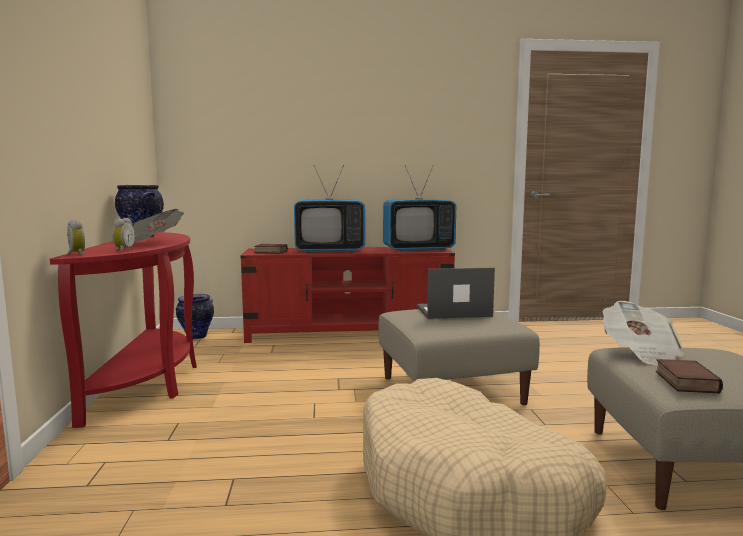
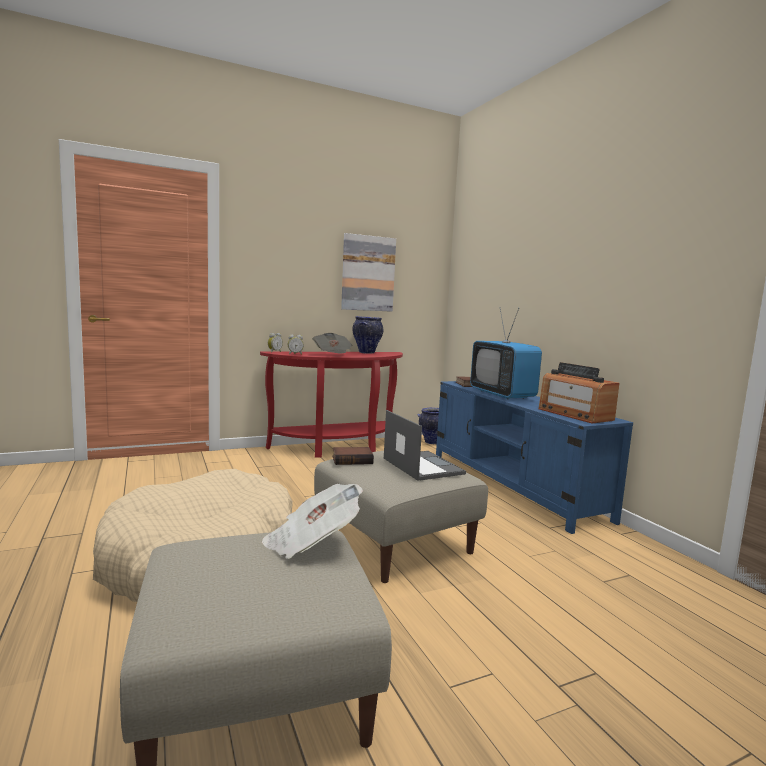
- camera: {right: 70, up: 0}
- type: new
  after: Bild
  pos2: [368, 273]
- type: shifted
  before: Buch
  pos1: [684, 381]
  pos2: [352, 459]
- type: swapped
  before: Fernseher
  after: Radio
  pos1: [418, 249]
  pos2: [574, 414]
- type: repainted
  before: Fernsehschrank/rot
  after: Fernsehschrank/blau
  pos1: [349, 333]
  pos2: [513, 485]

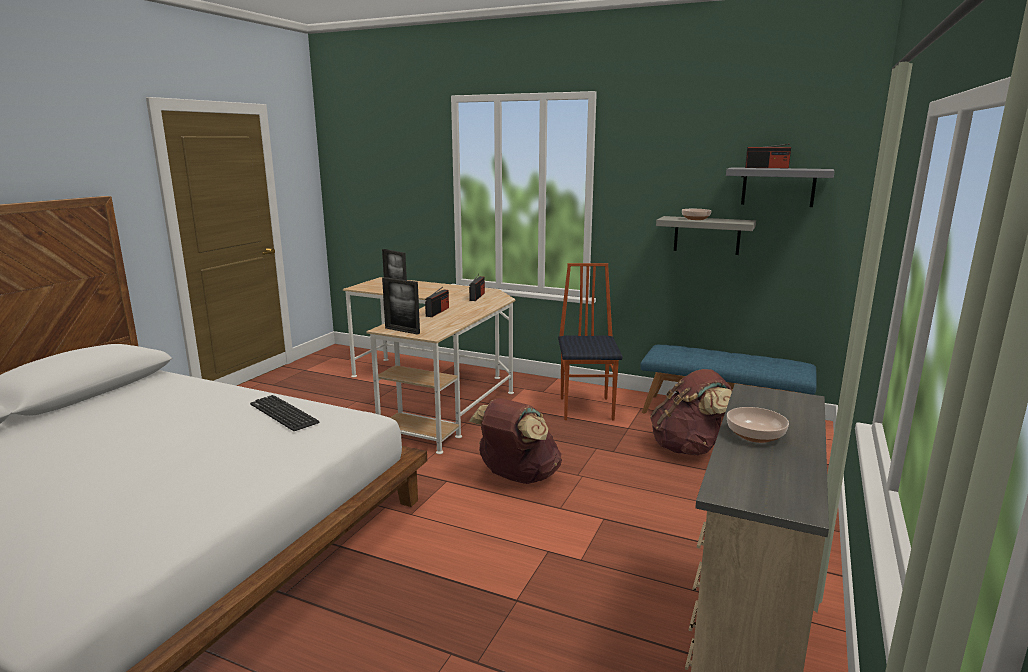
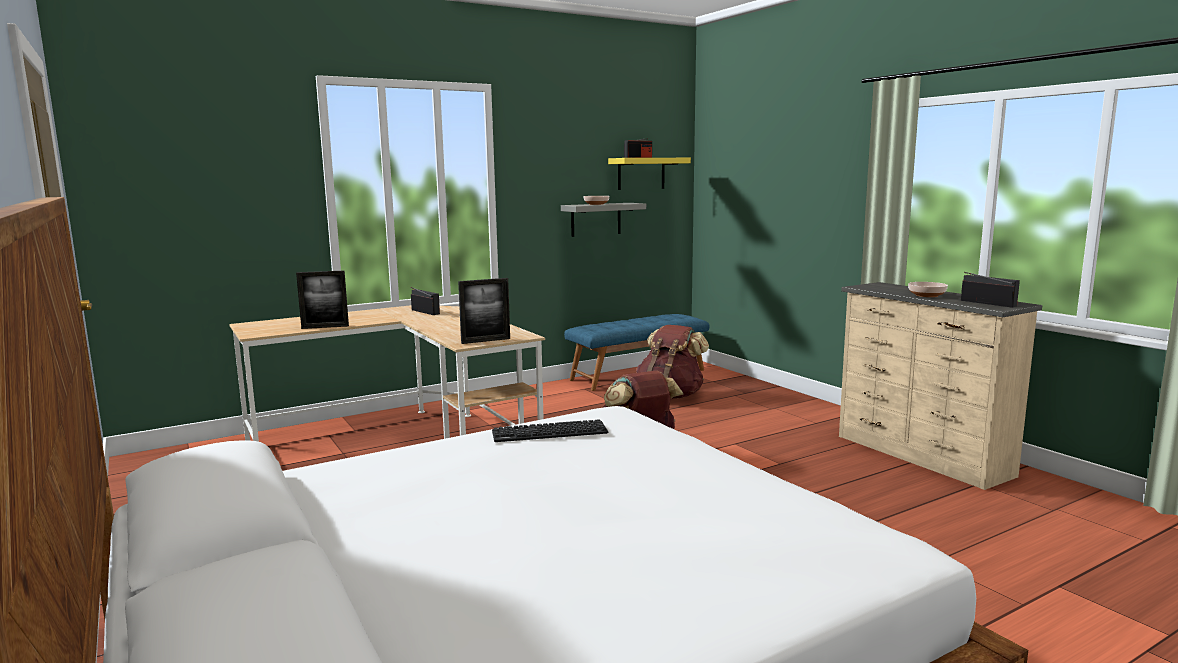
- camera: {right: -55, up: -5}
- type: gone
  before: Stuhl
  pos1: [587, 408]
- type: shifted
  before: Radio
  pos1: [437, 312]
  pos2: [987, 303]
- type: repainted
  before: Wandregal/grau
  after: Wandregal/gelb
  pos1: [778, 187]
  pos2: [641, 173]

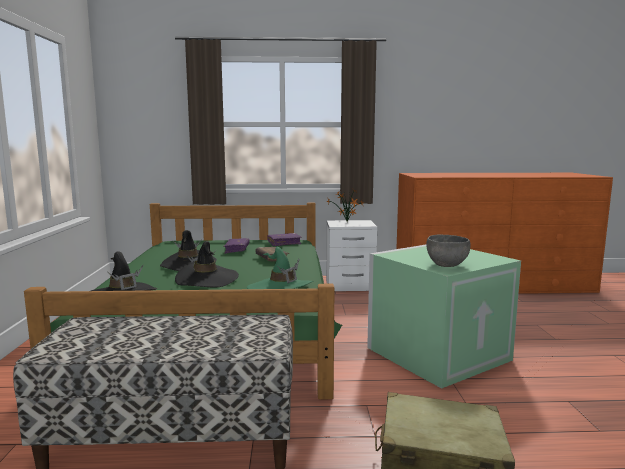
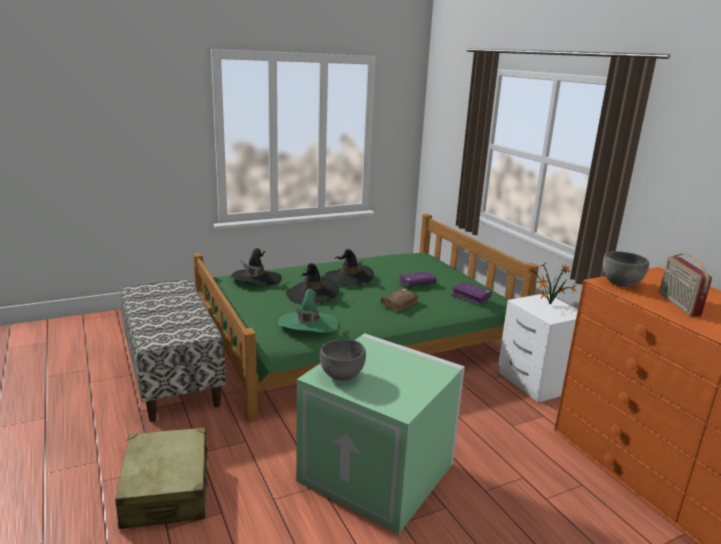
- camera: {right: 65, up: 10}
- type: new
  after: Schüssel/grau
  pos2: [620, 284]
- type: new
  after: Radio
  pos2: [678, 304]

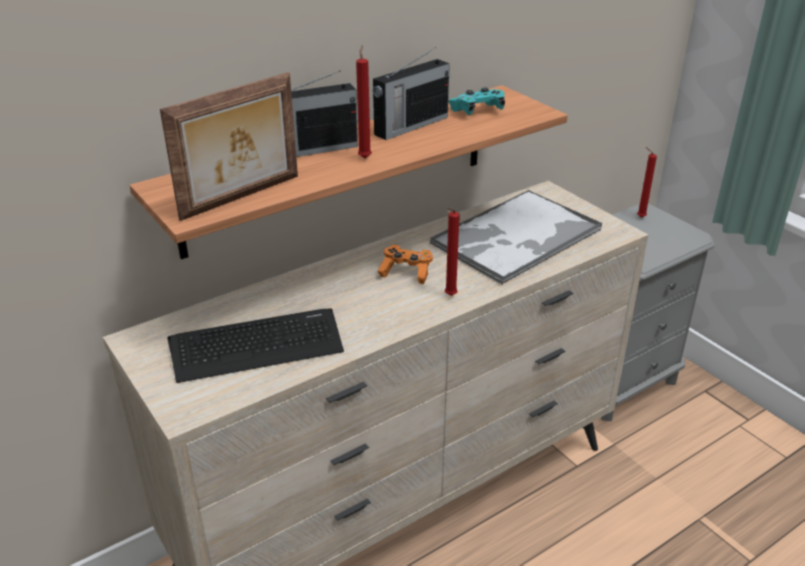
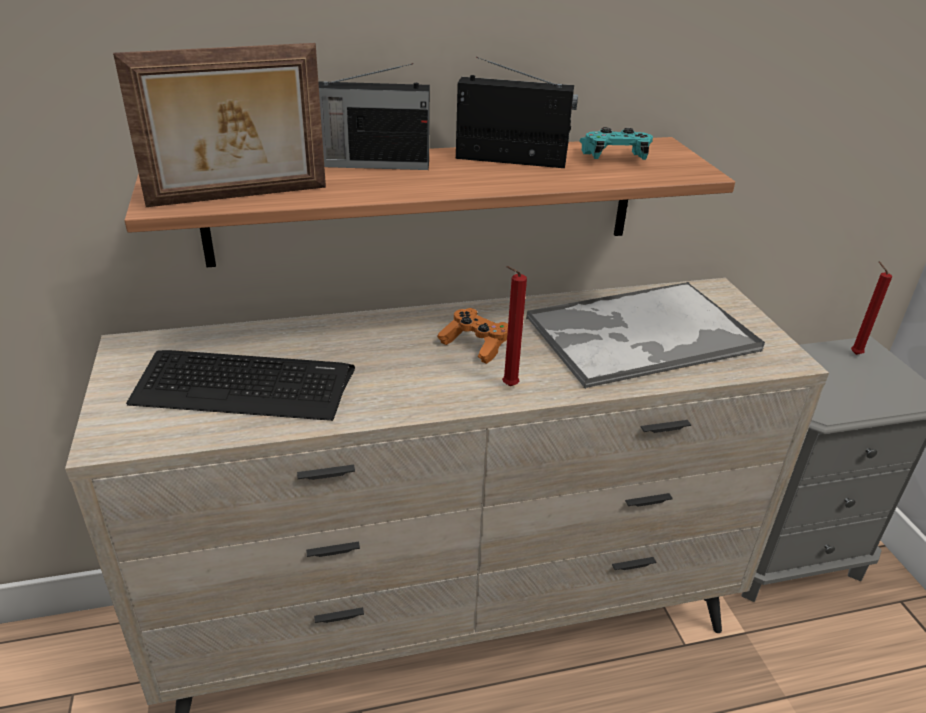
- camera: {right: 20, up: 0}
- type: gone
  before: Kerze/rot
  pos1: [365, 157]
- type: rotated
  before: Radio
  pos1: [410, 126]
  pos2: [513, 160]
  turn: -150

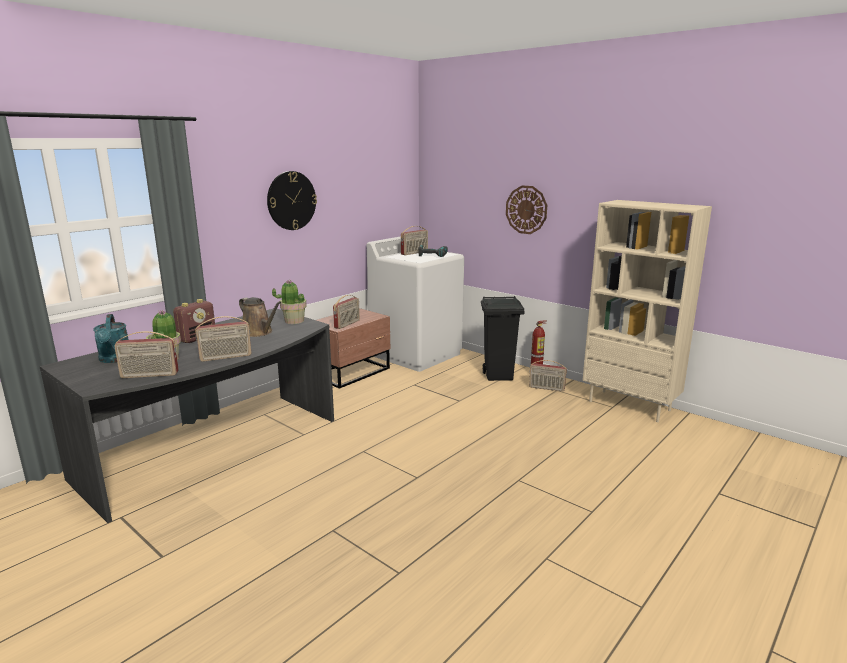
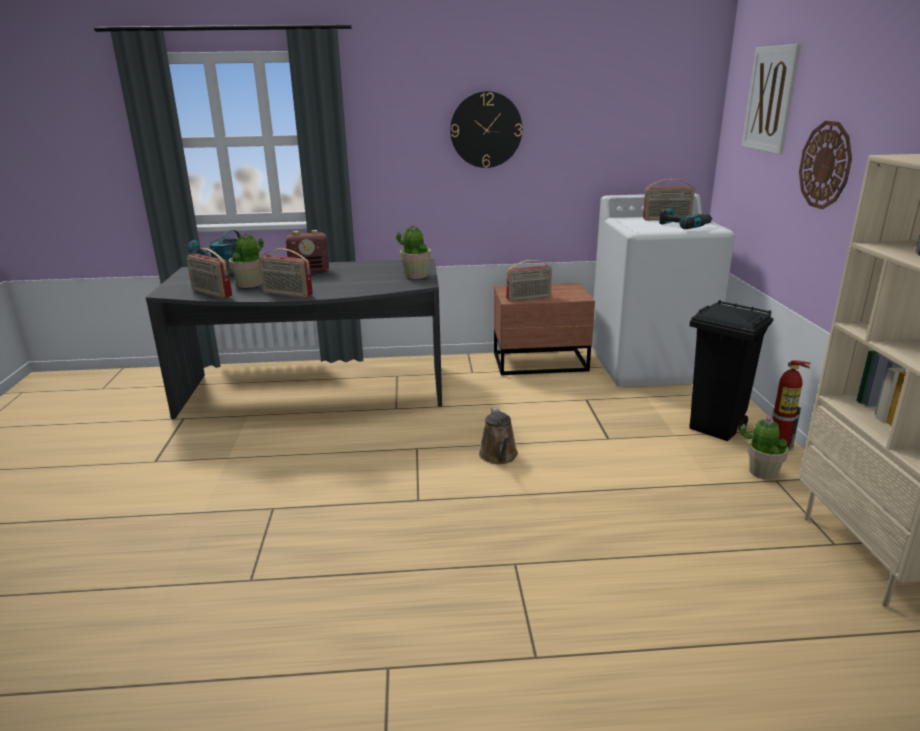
- camera: {right: 45, up: 5}
- type: new
  after: Bild
  pos2: [770, 99]
- type: shifted
  before: Gießkanne/braun
  pos1: [259, 332]
  pos2: [499, 456]
- type: swapped
  before: Radio
  after: Topfpflanze
  pos1: [546, 388]
  pos2: [762, 472]

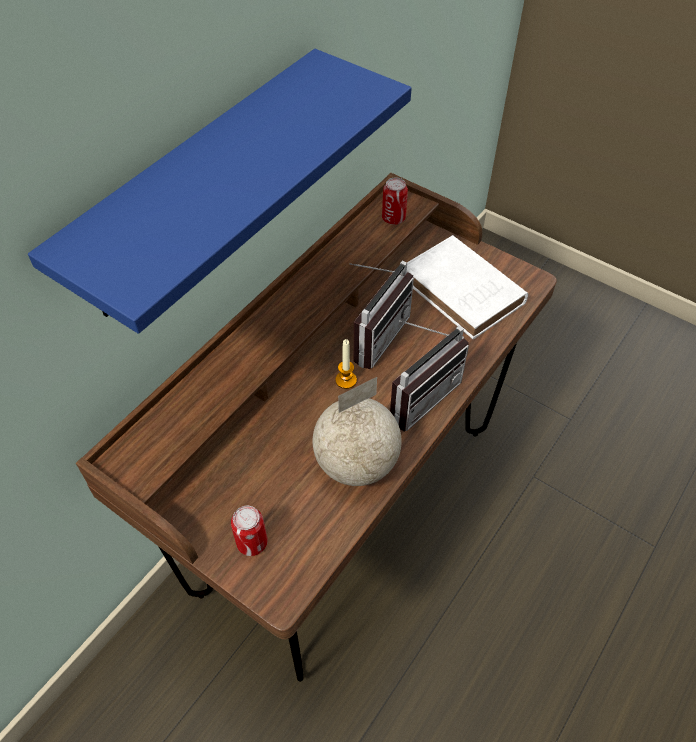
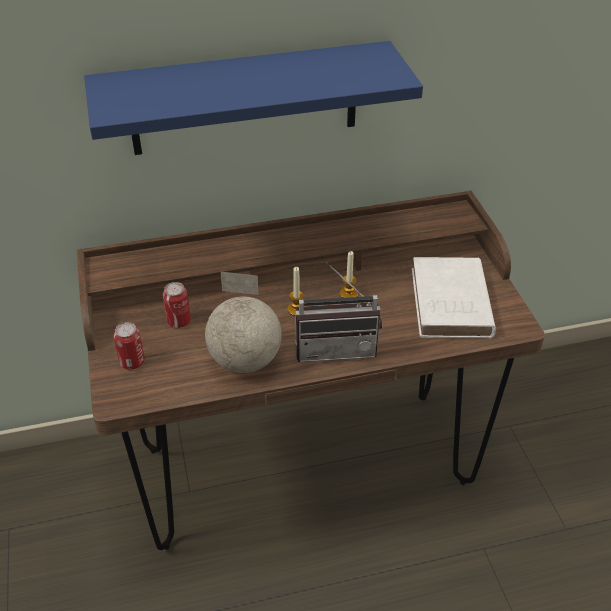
- camera: {right: 40, up: -10}
- type: shifted
  before: Dose
  pos1: [393, 218]
  pos2: [179, 321]
- type: swapped
  before: Radio
  after: Kerze
  pos1: [373, 335]
  pos2: [348, 294]

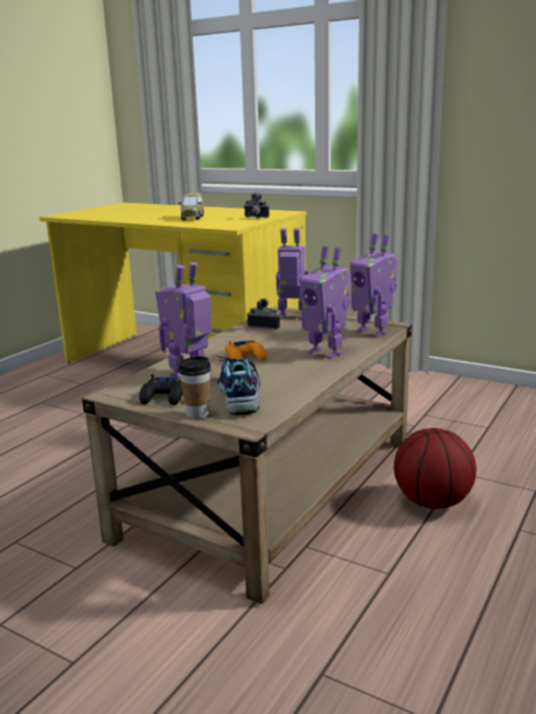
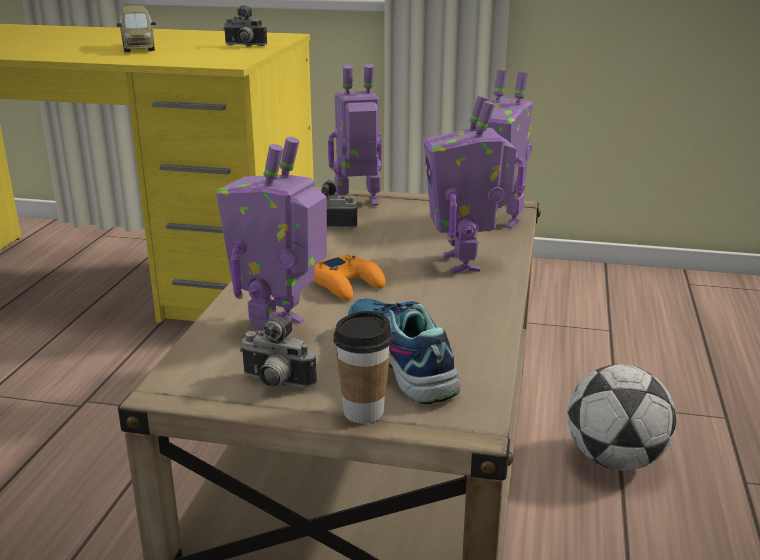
- camera: {right: -20, up: 5}
- type: swapped
  before: Gamepad/schwarz
  after: Kamera
  pos1: [164, 397]
  pos2: [276, 383]
- type: swapped
  before: Basketball
  after: Fußball
  pos1: [433, 502]
  pos2: [615, 459]
- type: rotated
  before: Spielzeugroboter
  pos1: [326, 352]
  pos2: [464, 263]
  turn: 60

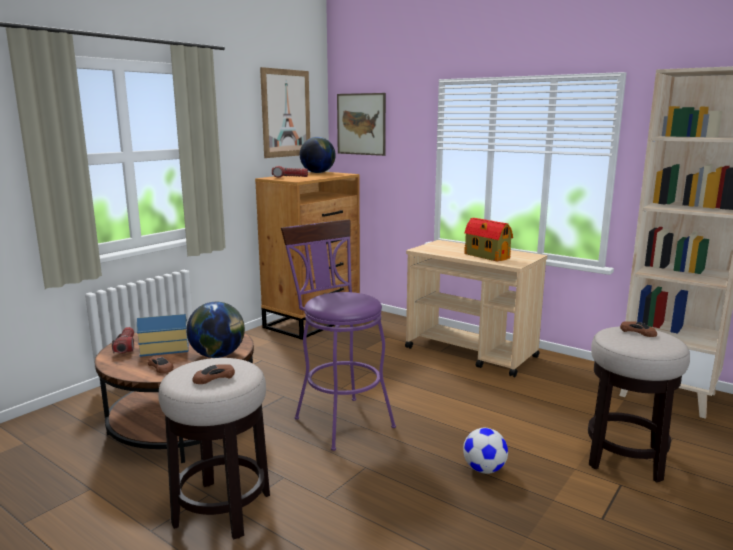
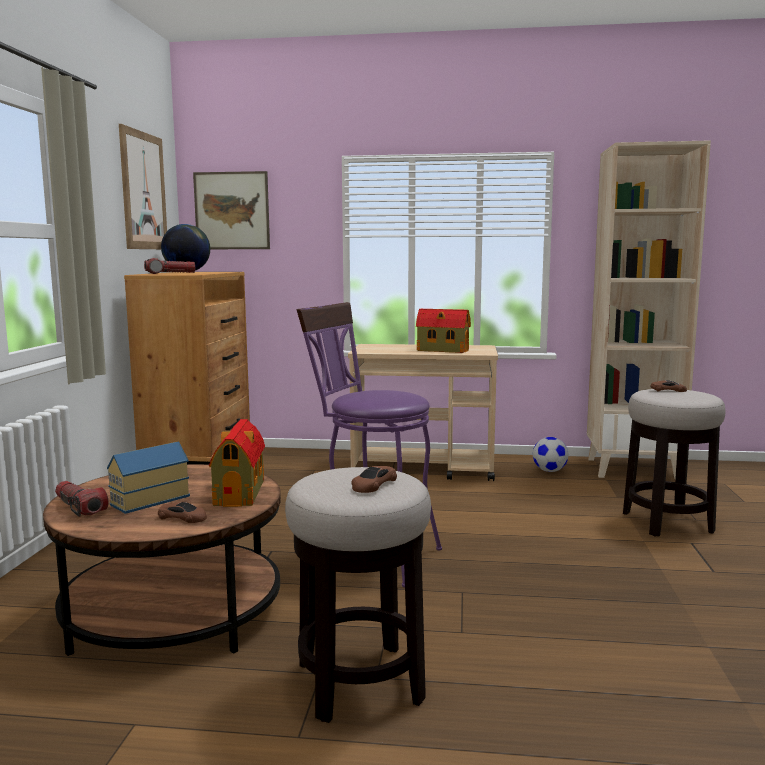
- camera: {right: -30, up: -5}
- type: shifted
  before: Fußball
  pos1: [484, 469]
  pos2: [549, 471]
- type: swapped
  before: Globus
  after: Spielzeughaus
  pos1: [218, 355]
  pos2: [240, 492]

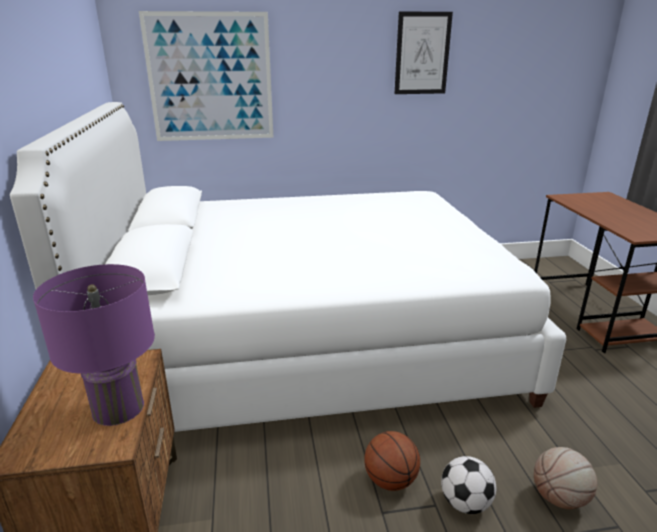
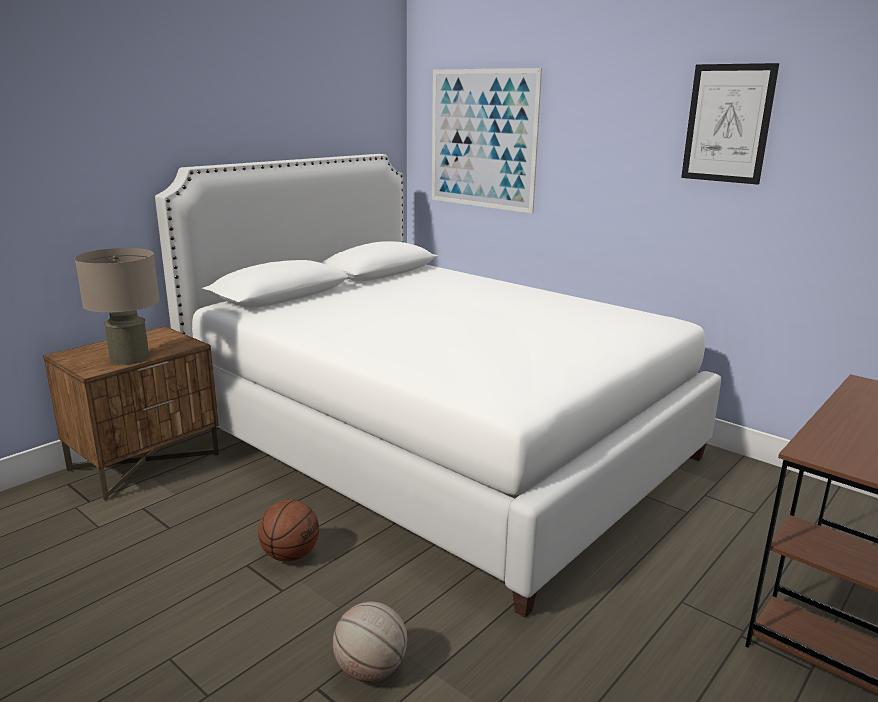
- camera: {right: 50, up: -5}
- type: gone
  before: Fußball
  pos1: [465, 503]
- type: repainted
  before: Tischlampe/lila
  after: Tischlampe/beige
  pos1: [118, 408]
  pos2: [129, 358]

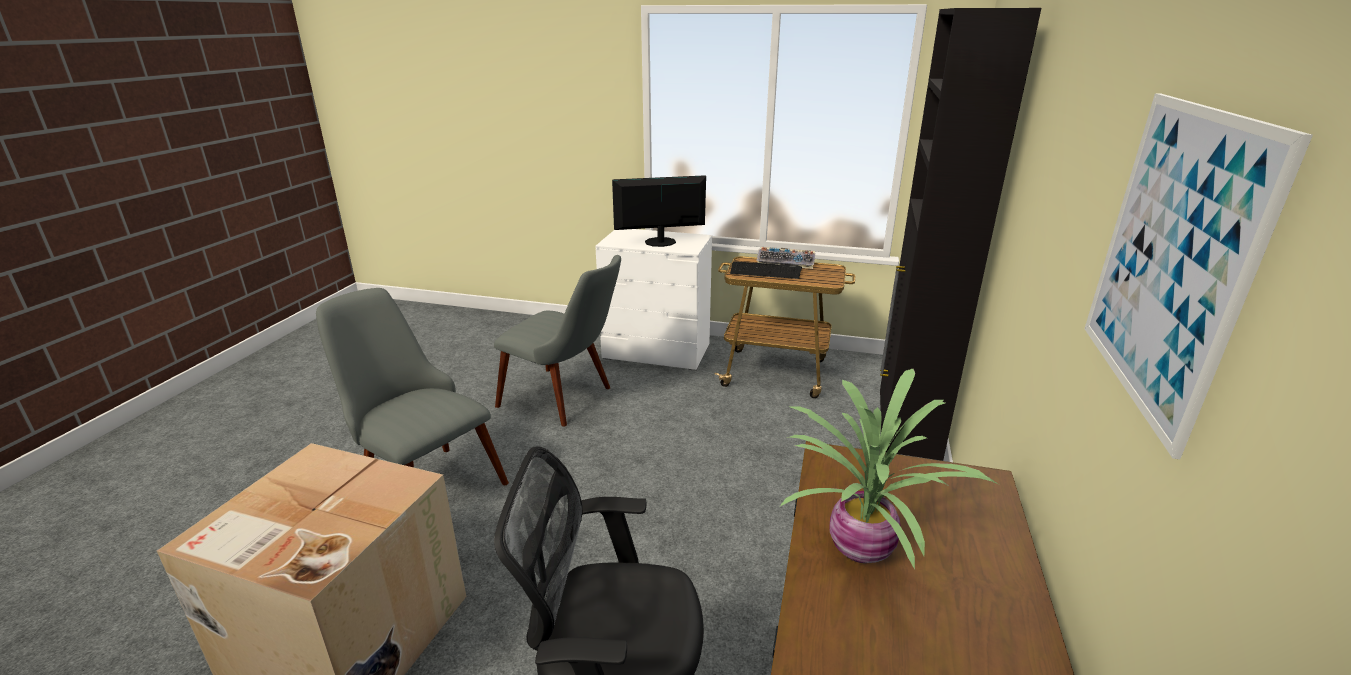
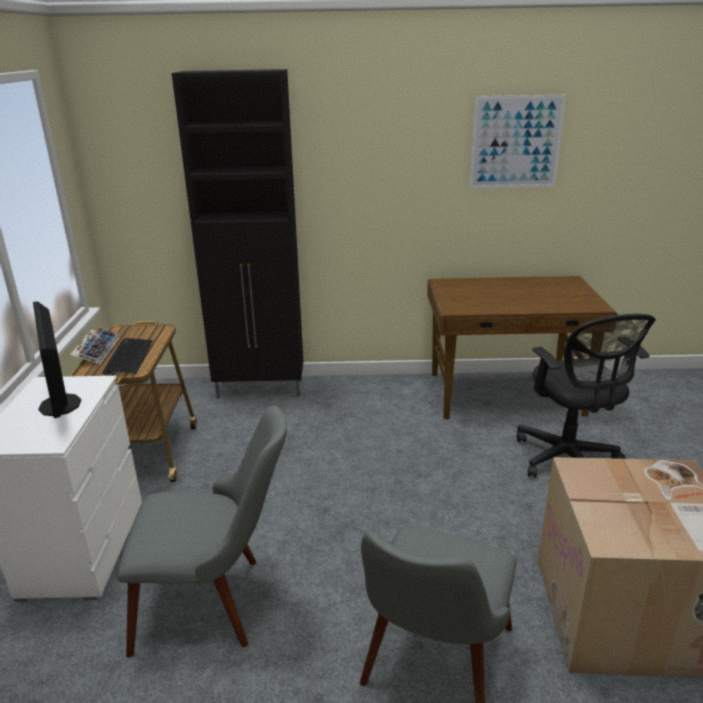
- camera: {right: -105, up: 0}
- type: gone
  before: Topfpflanze
  pos1: [865, 550]
- type: rotated
  before: Stuhl/grau
  pos1: [567, 399]
  pos2: [217, 601]
  turn: 75

